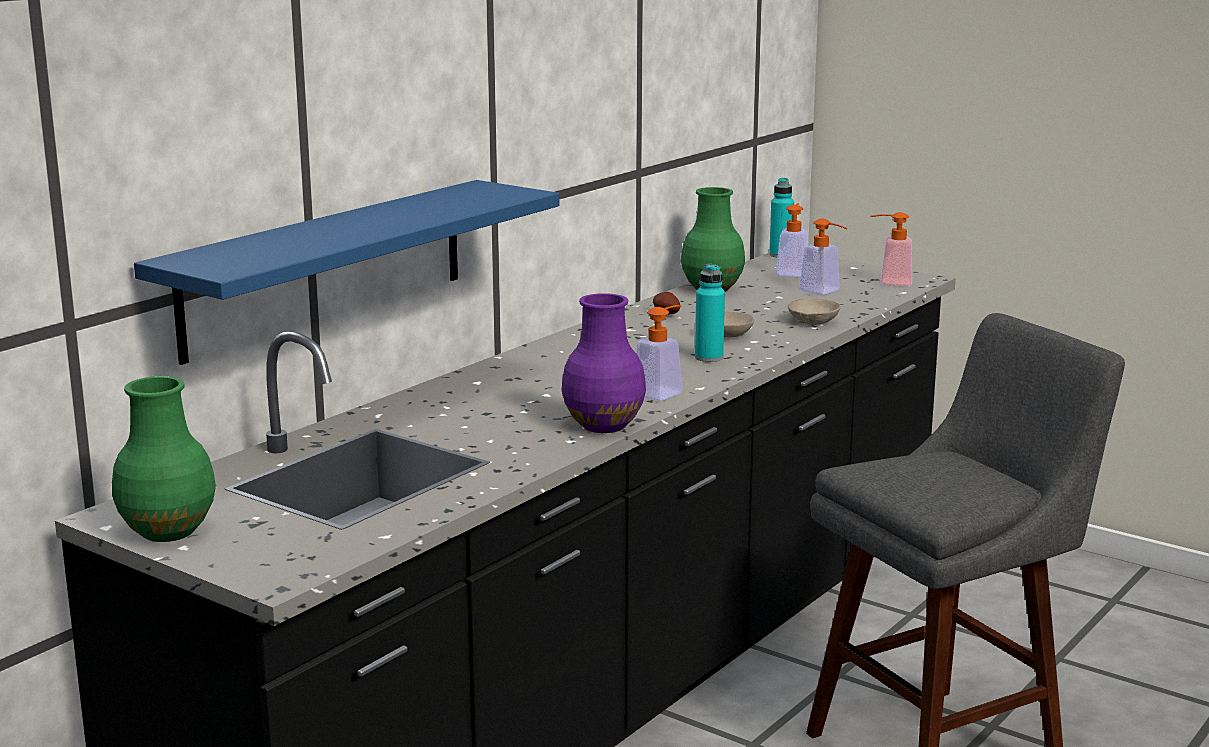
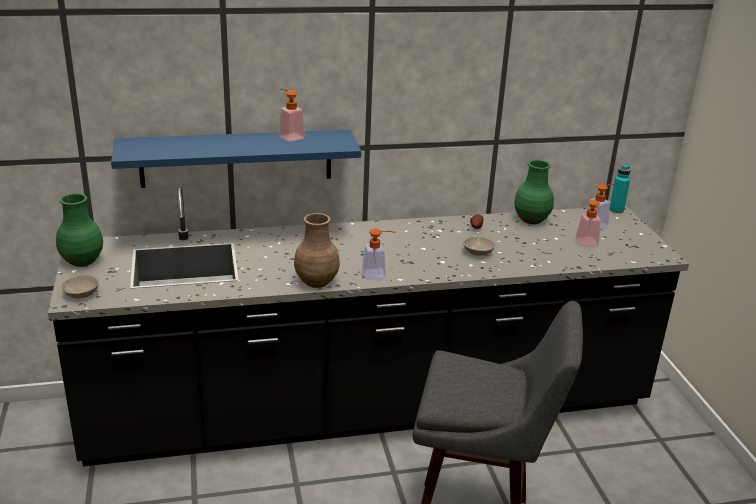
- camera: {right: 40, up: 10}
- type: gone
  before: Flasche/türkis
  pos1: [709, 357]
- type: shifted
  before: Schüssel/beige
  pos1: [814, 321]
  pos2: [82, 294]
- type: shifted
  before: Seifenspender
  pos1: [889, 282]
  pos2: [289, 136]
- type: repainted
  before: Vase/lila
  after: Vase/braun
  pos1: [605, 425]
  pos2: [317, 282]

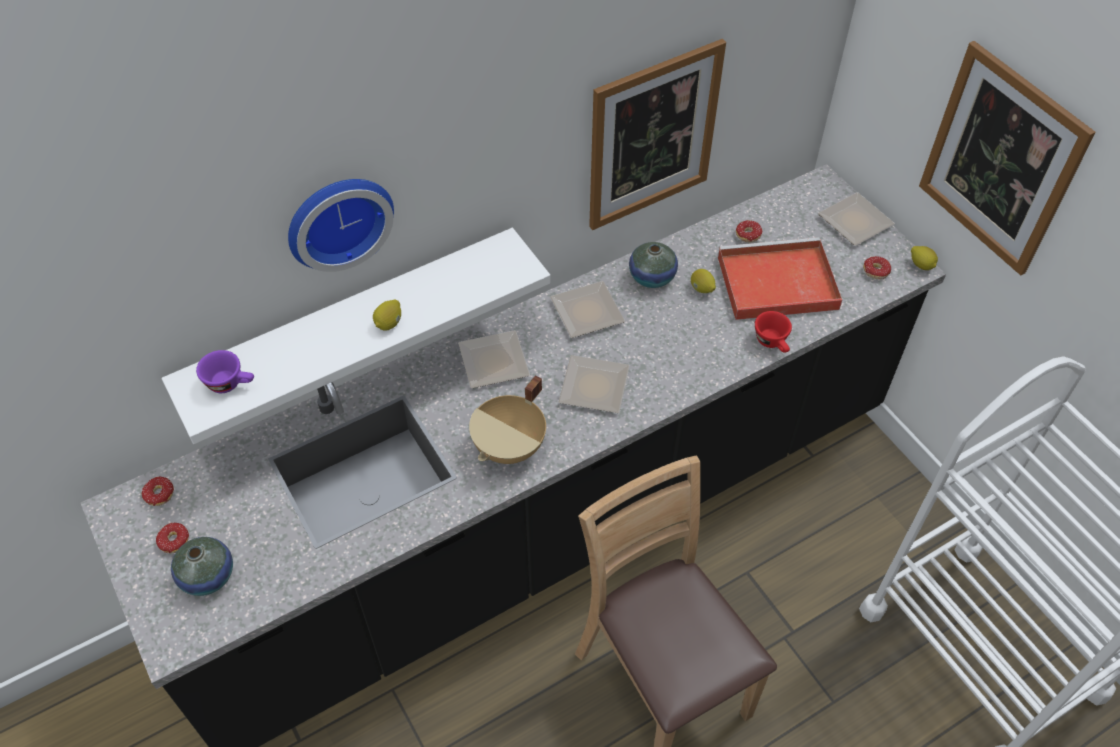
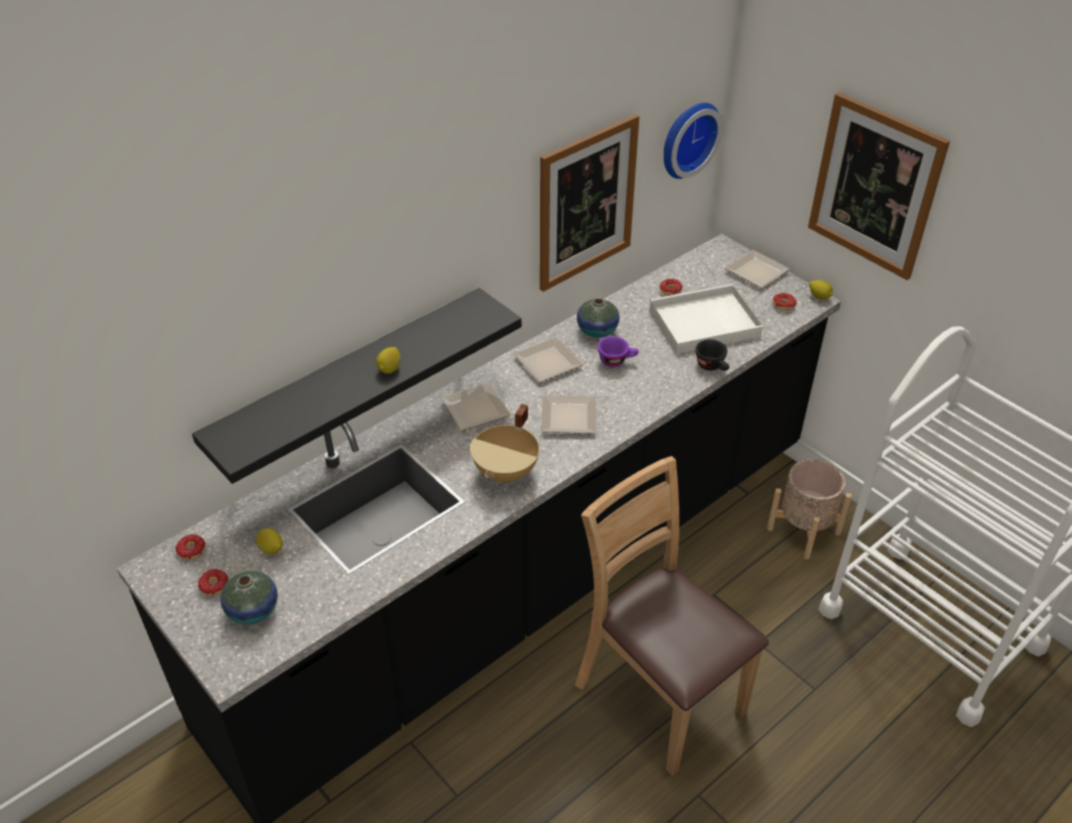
- camera: {right: -10, up: -10}
- type: new
  after: Pflanzkübel/beige
  pos2: [803, 530]
- type: shifted
  before: Tasse/lila
  pos1: [231, 383]
  pos2: [617, 361]
- type: shifted
  before: Wanduhr
  pos1: [337, 219]
  pos2: [686, 138]
- type: shifted
  before: Zitrone
  pos1: [702, 289]
  pos2: [271, 549]
- type: repainted
  before: Wandregal/weiß
  after: Wandregal/schwarz
  pos1: [352, 324]
  pos2: [350, 382]
- type: repainted
  before: Tablett/rot
  after: Tablett/weiß
  pos1: [775, 283]
  pos2: [702, 323]
- type: repainted
  before: Tasse/rot
  after: Tasse/schwarz
  pos1: [773, 343]
  pos2: [712, 367]

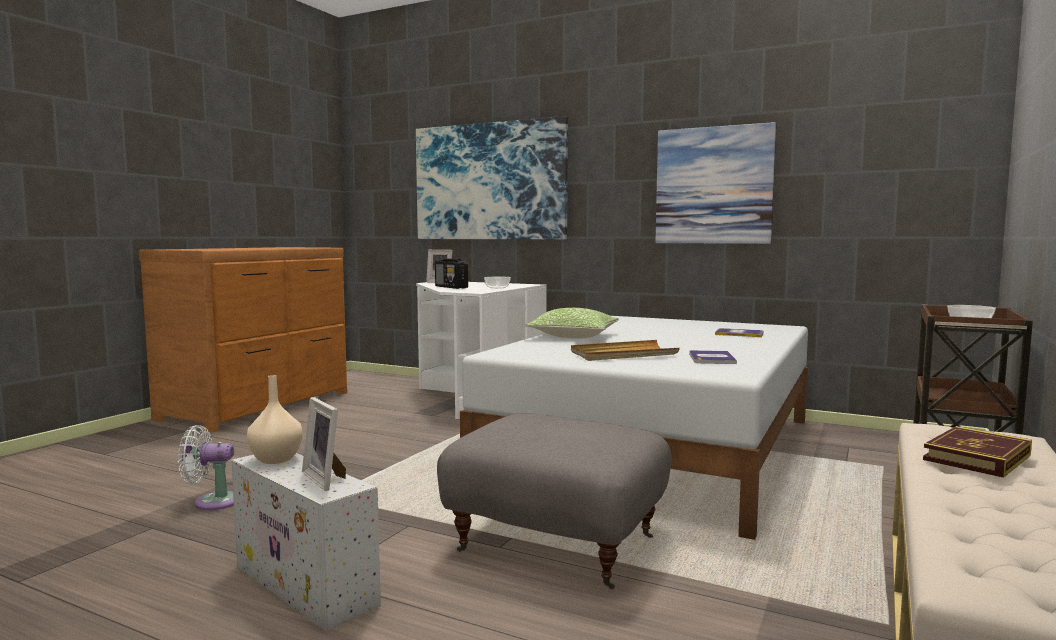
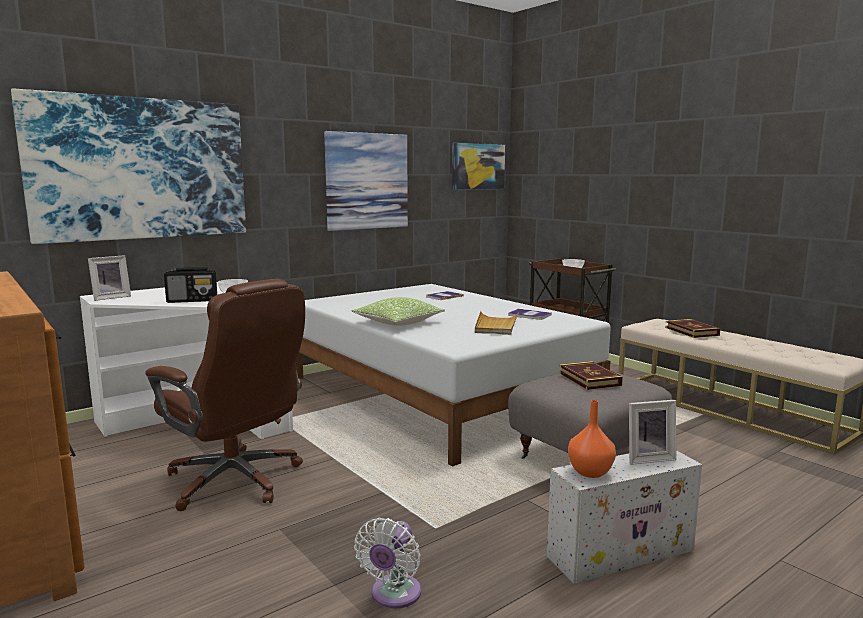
- camera: {right: -65, up: 5}
- type: new
  after: Bürostuhl/braun
  pos2: [236, 480]
- type: new
  after: Bild
  pos2: [478, 166]
- type: new
  after: Buch
  pos2: [589, 379]
- type: repainted
  before: Vase/beige
  after: Vase/orange
  pos1: [275, 459]
  pos2: [589, 472]

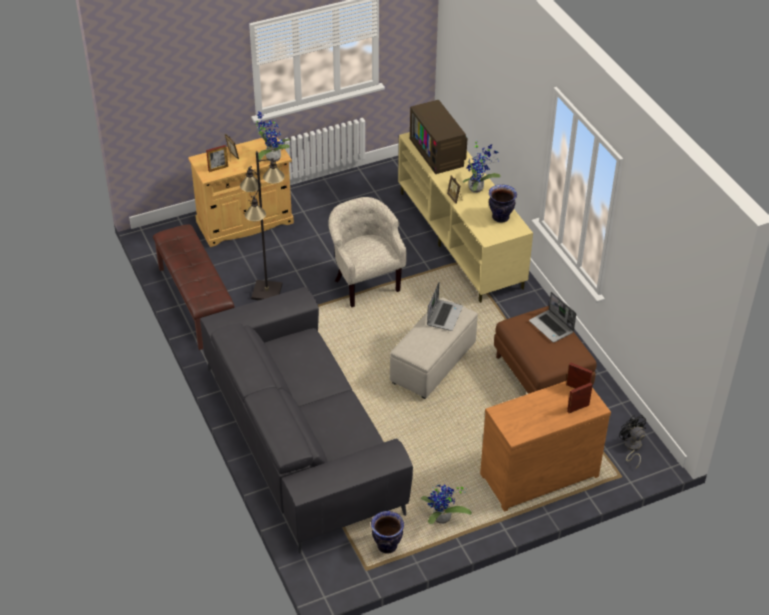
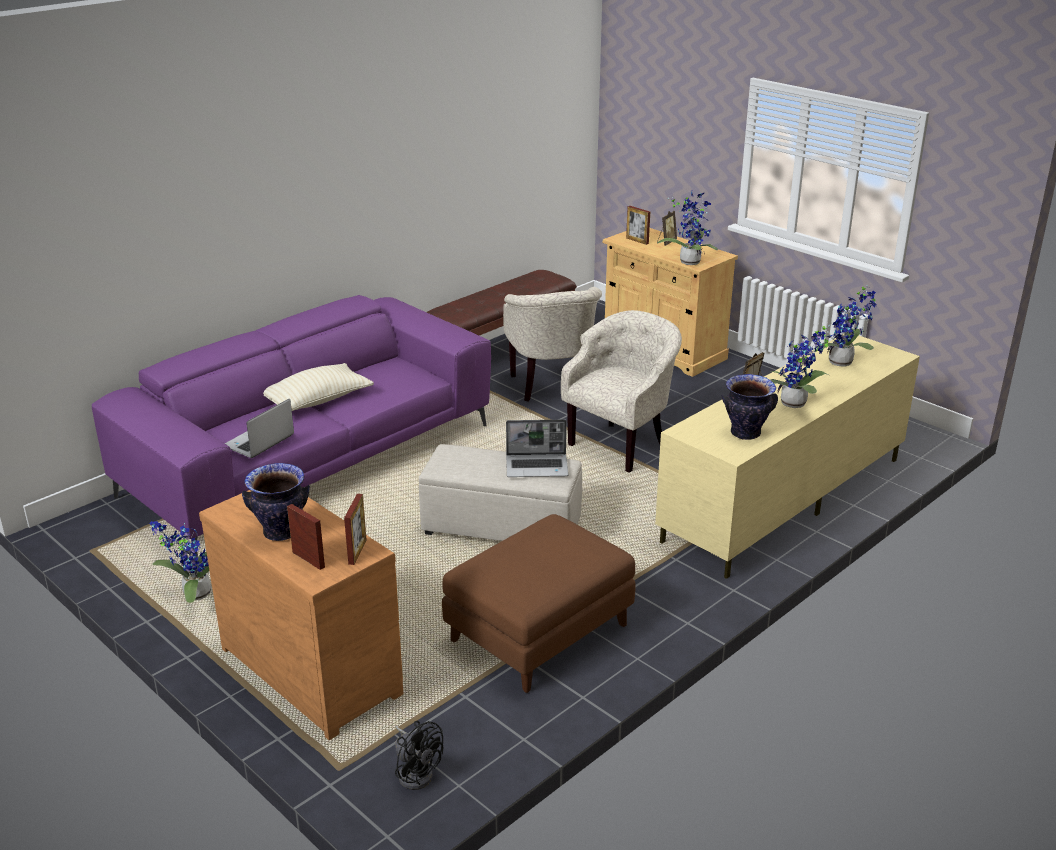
- camera: {right: 70, up: -15}
- type: new
  after: Kissen/beige
  pos2: [317, 400]
- type: shifted
  before: Vase
  pos1: [386, 546]
  pos2: [281, 532]
- type: shifted
  before: Laptop
  pos1: [552, 327]
  pos2: [259, 442]
- type: swapped
  before: Stehlampe/schwarz
  after: Sessel/beige
  pos1: [267, 292]
  pos2: [552, 387]
- type: swapped
  before: Fernseher
  after: Topfpflanze
  pos1: [438, 152]
  pos2: [843, 363]
- type: repainted
  before: Sofa/grau
  after: Sofa/lila
  pos1: [302, 438]
  pos2: [310, 460]
- type: rotated
  before: Ventilator/schwarz
  pos1: [631, 447]
  pos2: [416, 772]
  turn: 90

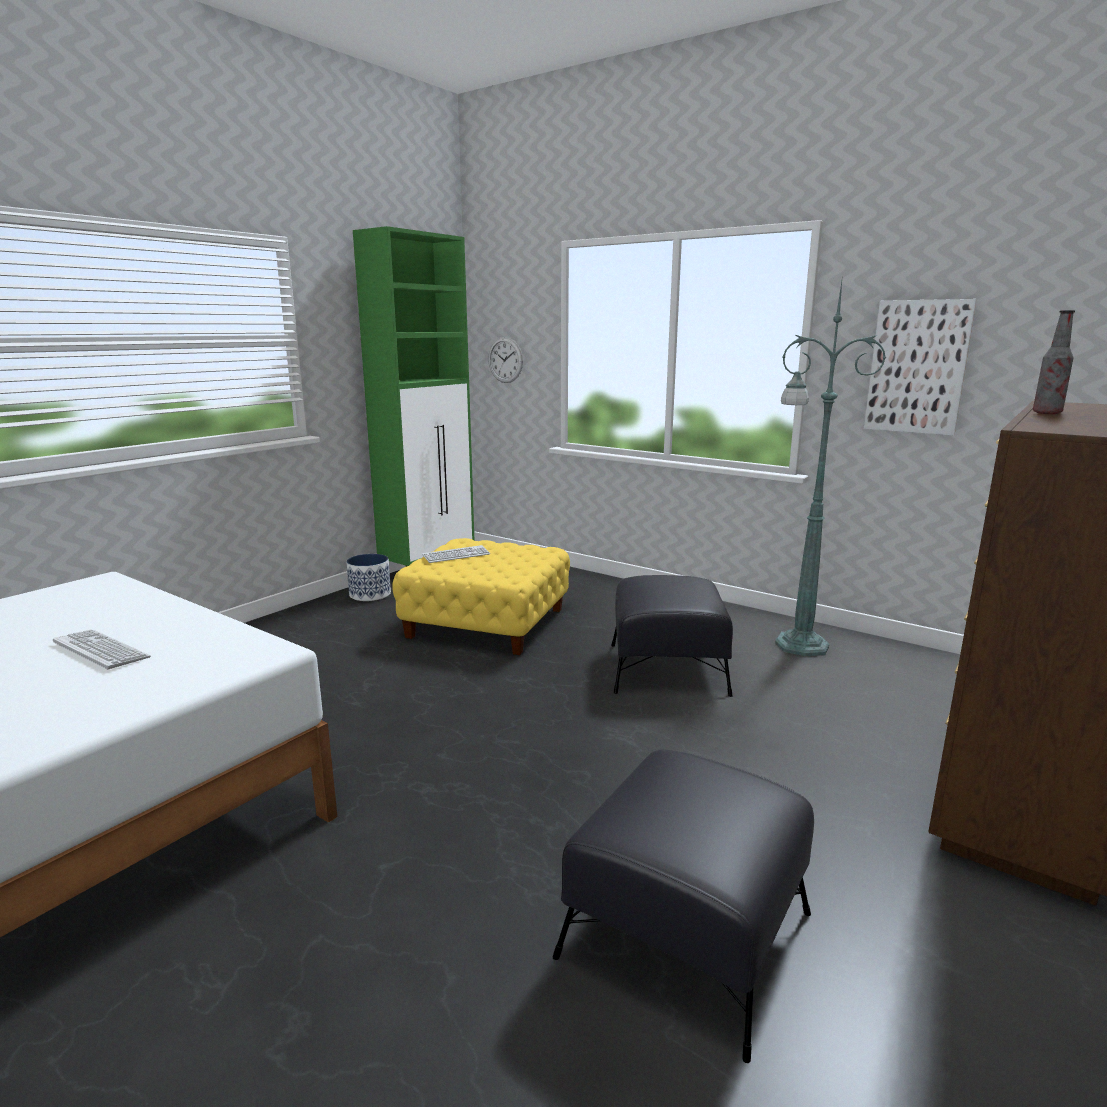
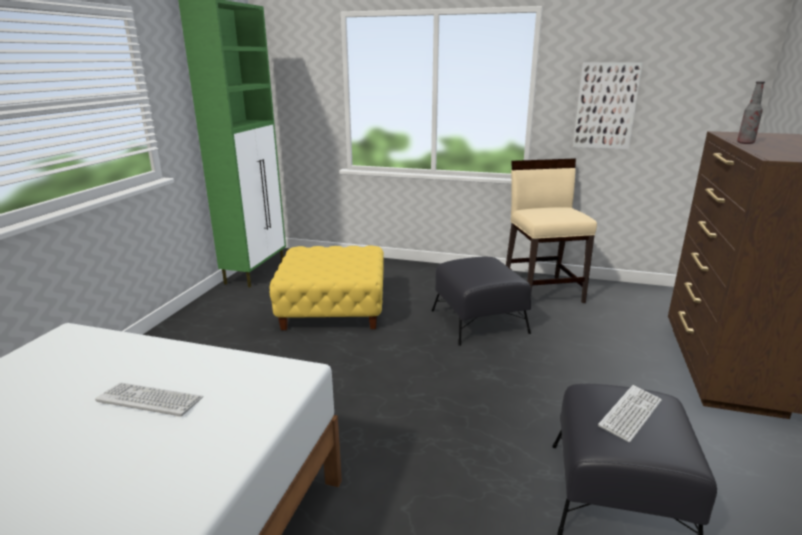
- camera: {right: -20, up: 5}
- type: gone
  before: Pflanzkübel
  pos1: [370, 594]
- type: gone
  before: Wanduhr
  pos1: [505, 360]
- type: shifted
  before: Tastatur
  pos1: [456, 555]
  pos2: [630, 413]
- type: swapped
  before: Stehlampe/grün
  after: Stuhl/beige
  pos1: [798, 644]
  pos2: [542, 291]

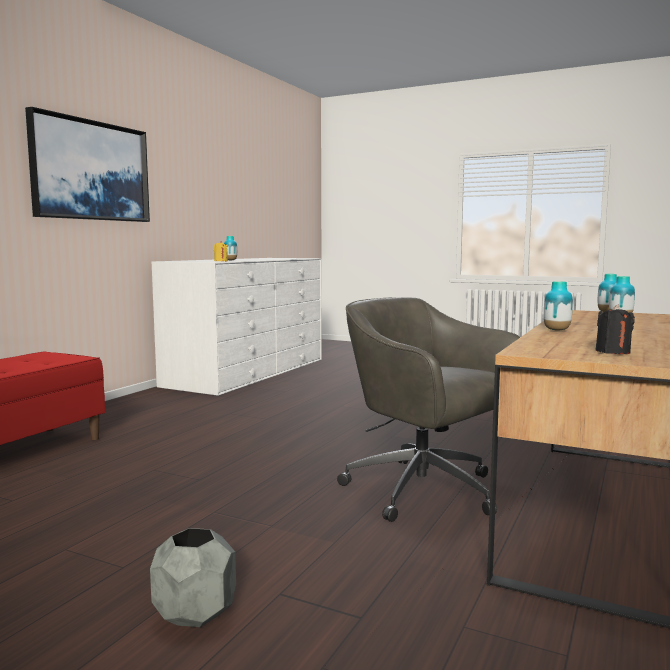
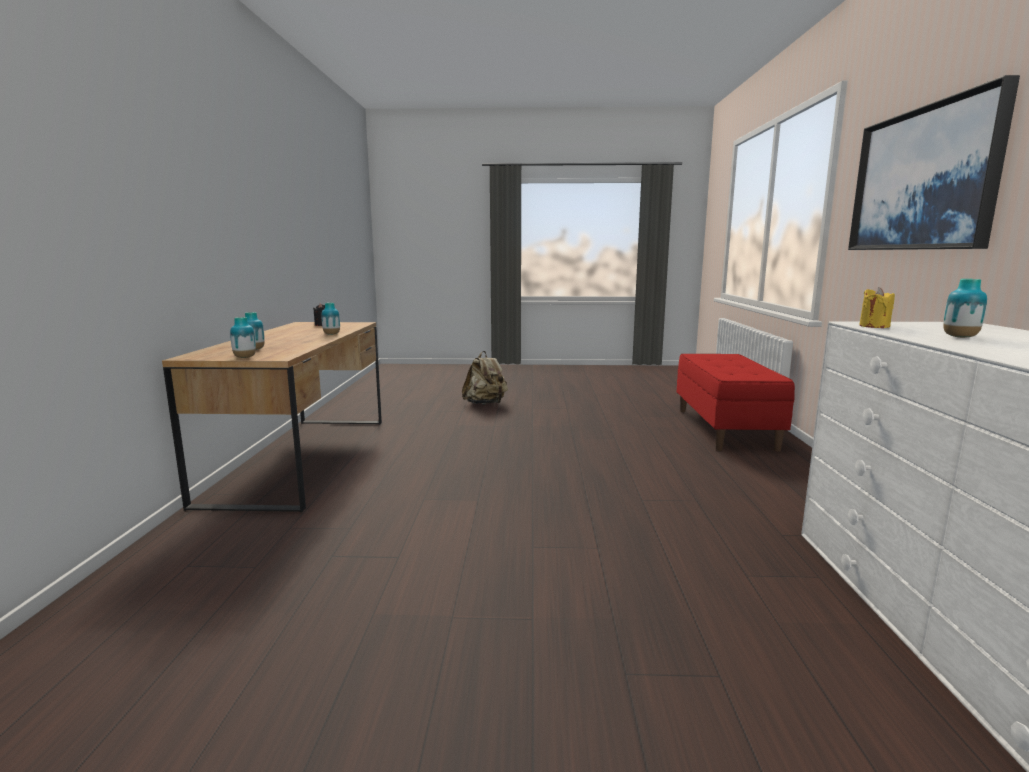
- camera: {right: 155, up: 5}
- type: gone
  before: Bürostuhl/grau
  pos1: [426, 492]
- type: swapped
  before: Pflanzkübel/grau
  after: Rucksack/beige
  pos1: [194, 614]
  pos2: [485, 404]

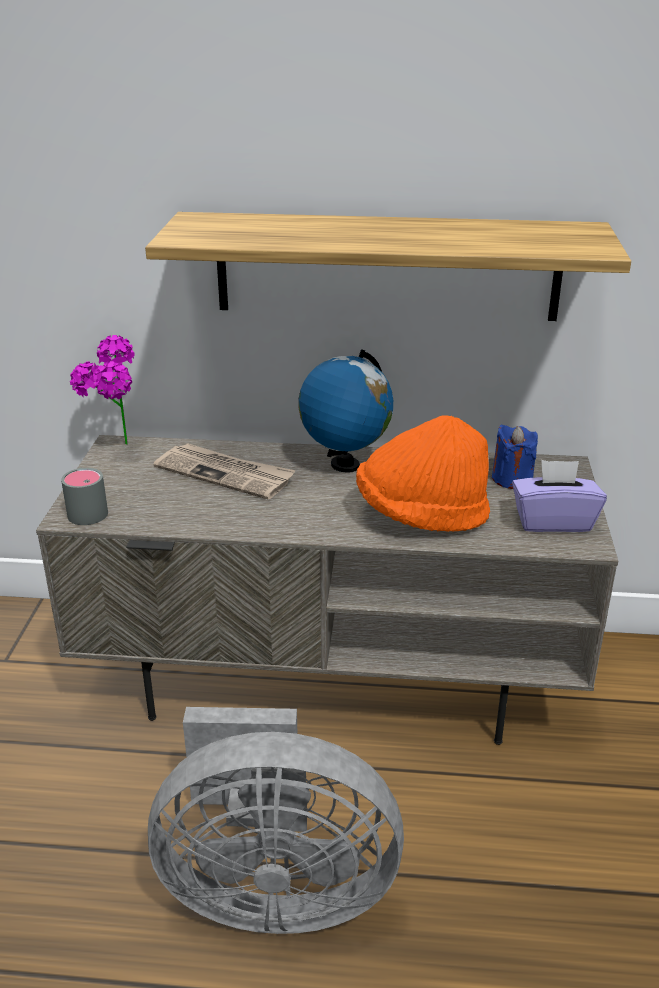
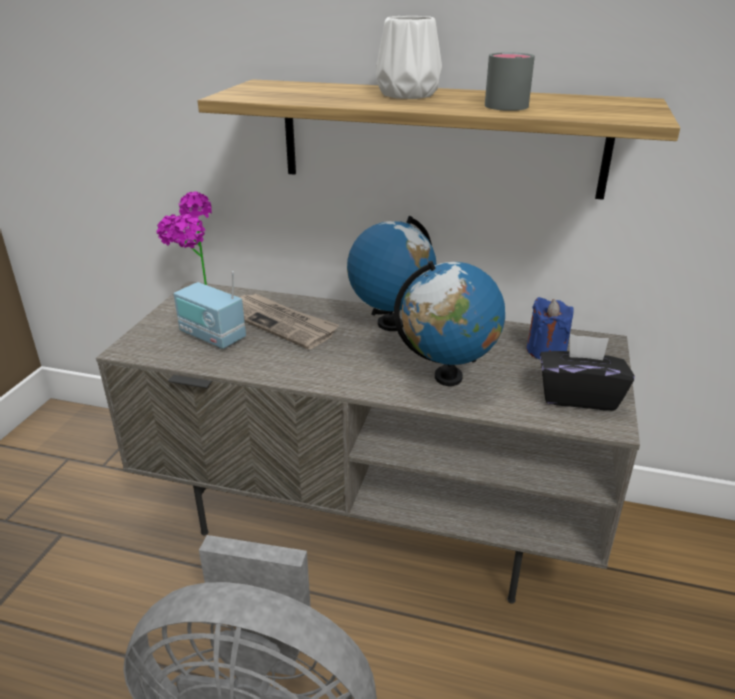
- camera: {right: 10, up: 0}
- type: new
  after: Radio
  pos2: [212, 336]
- type: new
  after: Vase/weiß
  pos2: [407, 94]
- type: shifted
  before: Henkelbecher/grau
  pos1: [87, 509]
  pos2: [503, 104]
- type: swapped
  before: Hut/orange
  after: Globus
  pos1: [421, 515]
  pos2: [448, 377]
- type: repainted
  before: Taschentuchbox/lila
  after: Taschentuchbox/schwarz
  pos1: [553, 521]
  pos2: [578, 396]

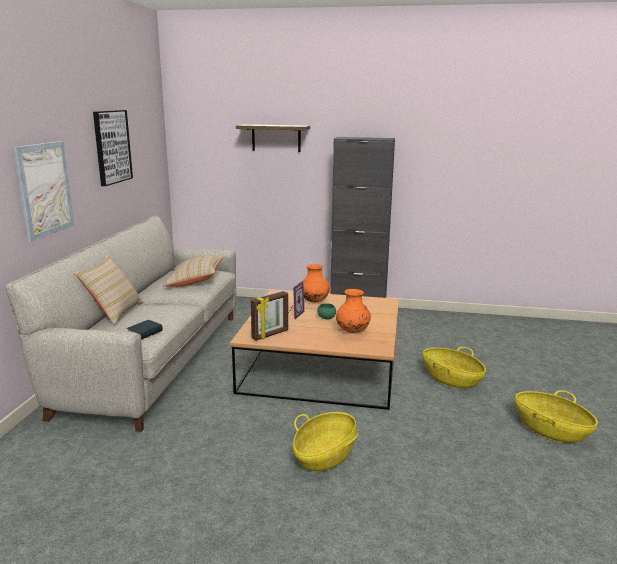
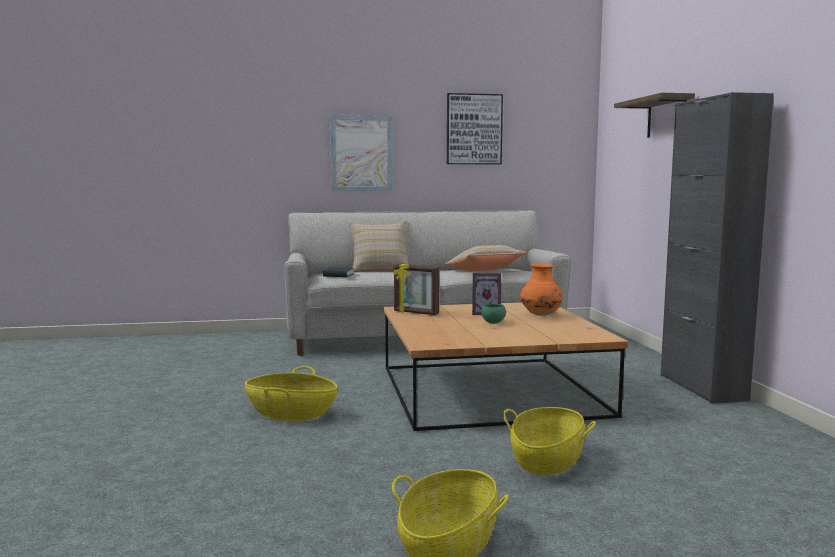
- camera: {right: 70, up: -10}
- type: gone
  before: Vase/orange
  pos1: [352, 331]

